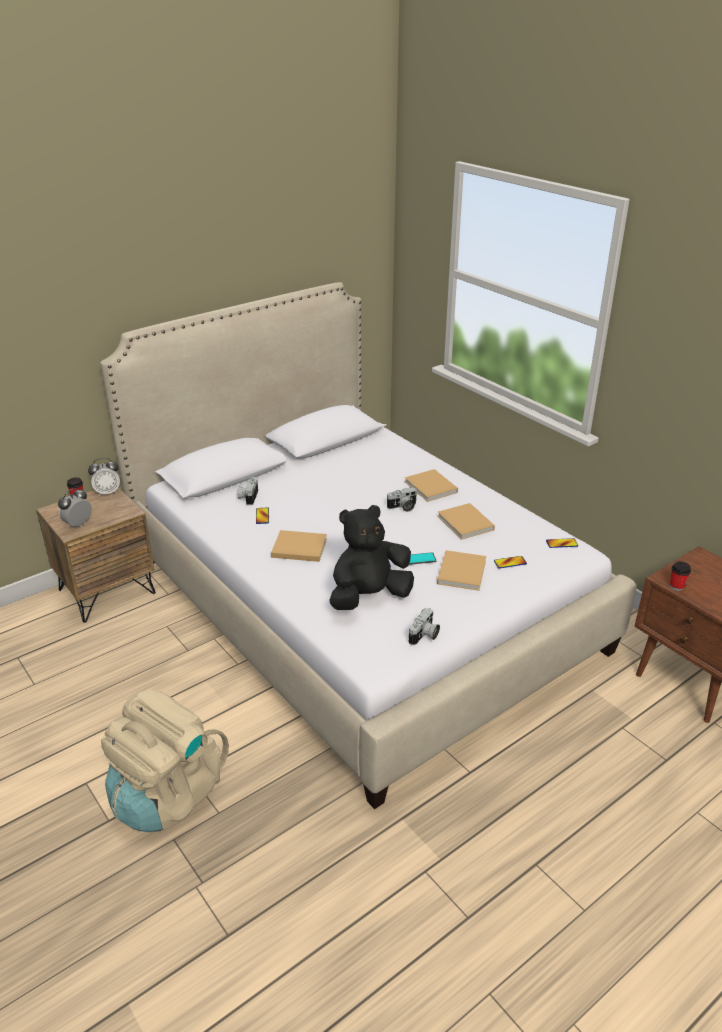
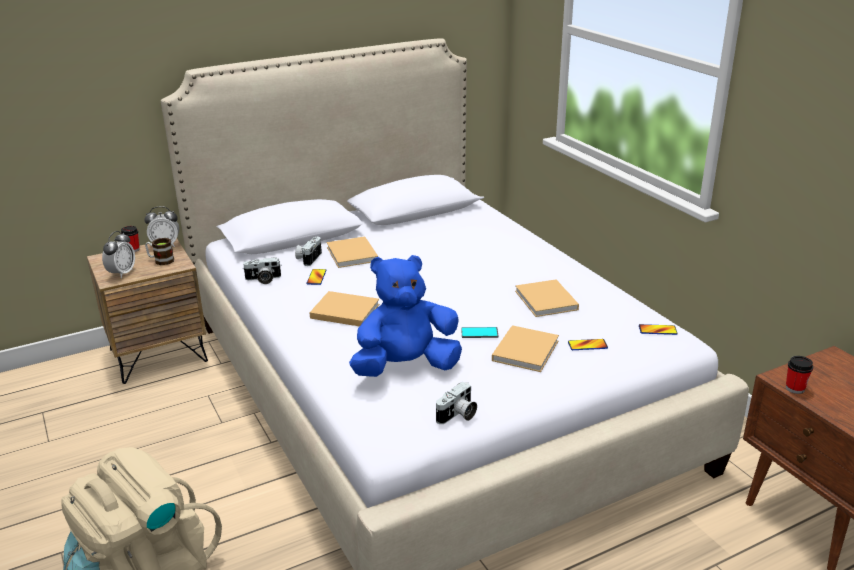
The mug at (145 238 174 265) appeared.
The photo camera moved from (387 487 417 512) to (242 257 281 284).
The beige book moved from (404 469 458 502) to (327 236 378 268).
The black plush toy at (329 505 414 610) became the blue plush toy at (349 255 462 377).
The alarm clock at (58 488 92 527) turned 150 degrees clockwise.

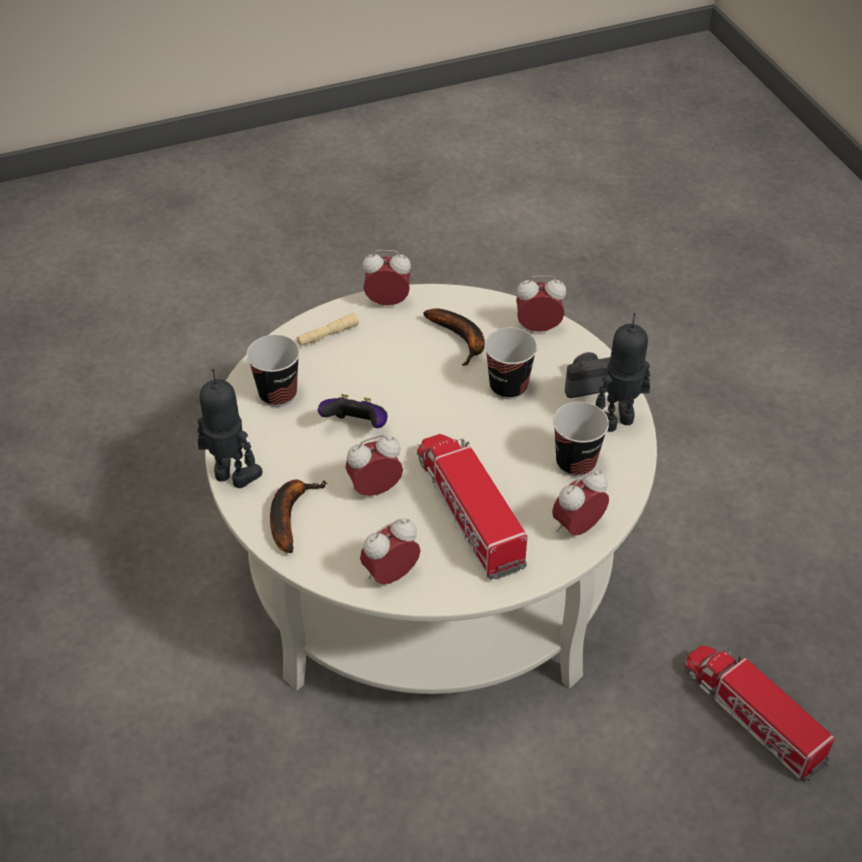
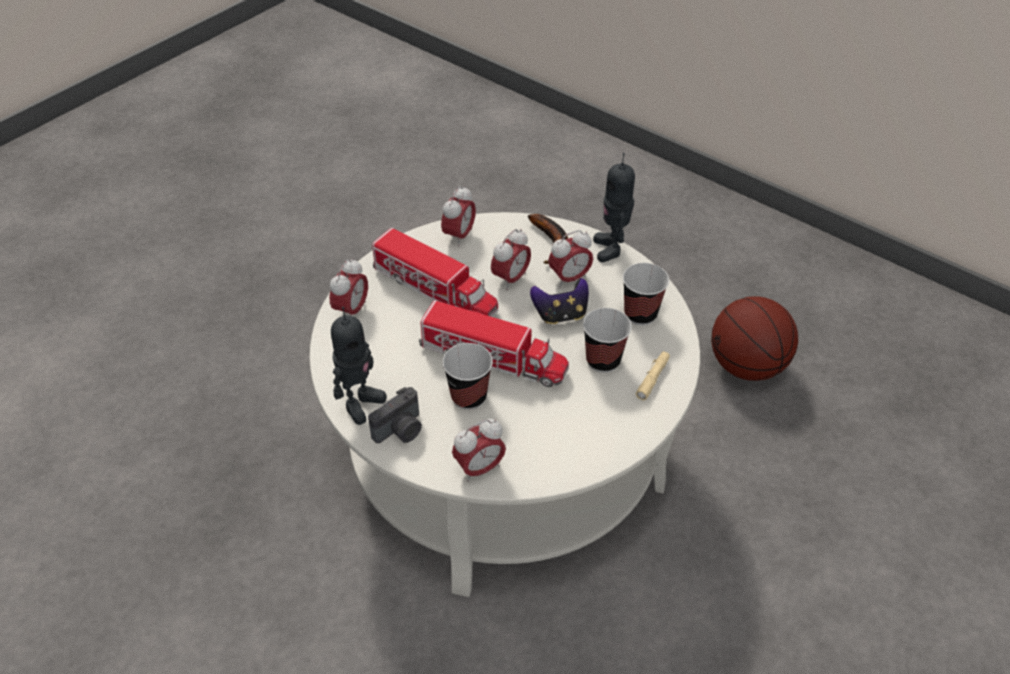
The banana at (423 308 485 366) disappeared.
The basketball at (711 296 798 381) appeared.
The alarm clock moved from (362 250 411 305) to (548 230 593 288).
The cup moved from (553 402 609 477) to (583 308 632 373).
The toy truck moved from (685 646 835 782) to (418 300 569 387).
The toy robot at (197 369 262 488) turned 90 degrees clockwise.

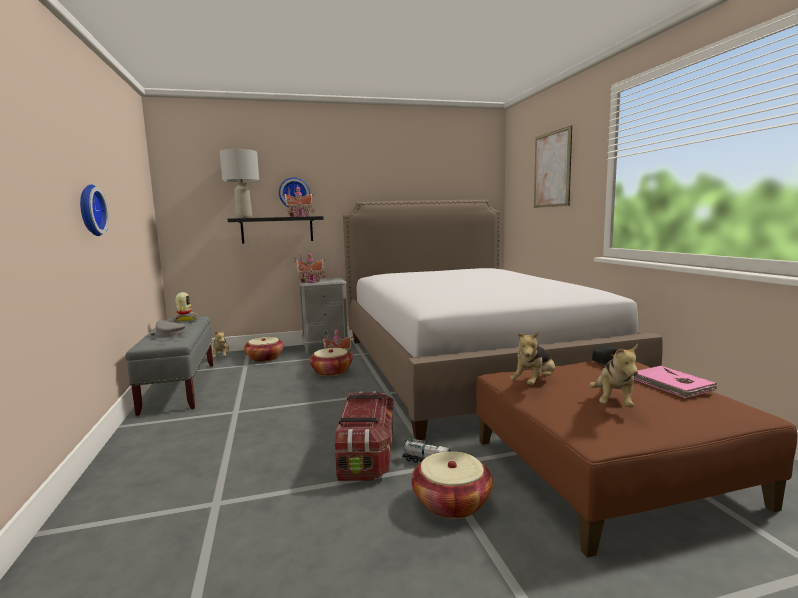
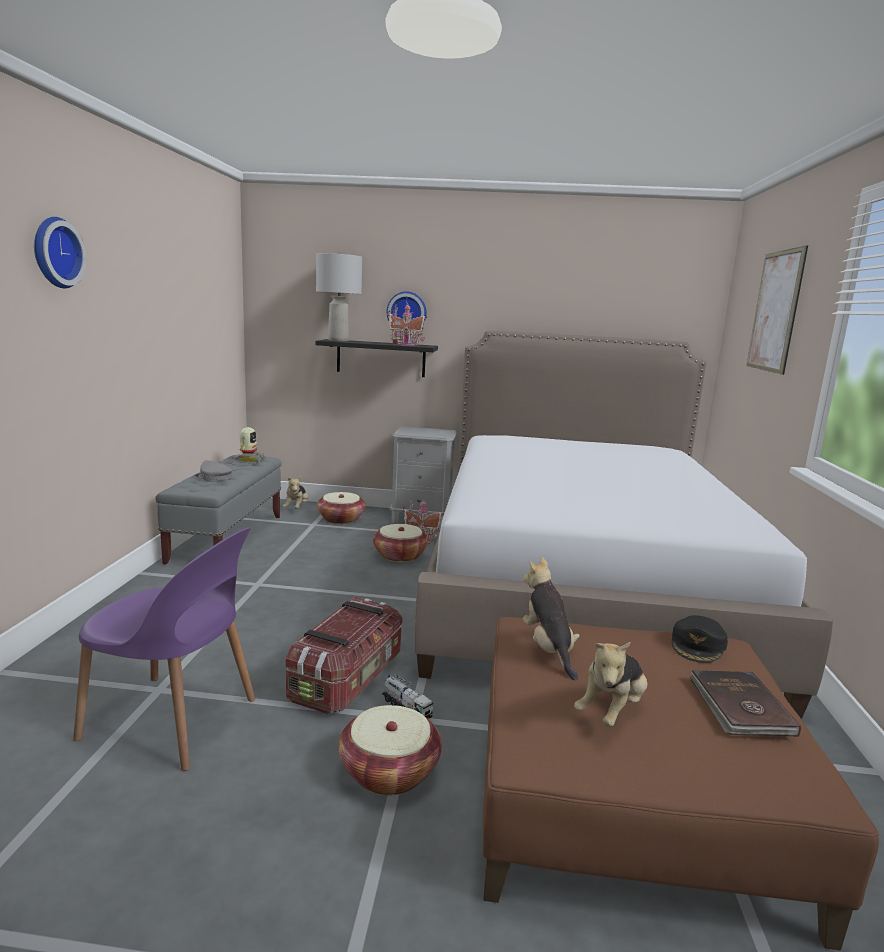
The toy house at (294 251 325 283) disappeared.
The purple chair at (73 528 255 771) appeared.
The wall clock moved from (80 184 109 236) to (34 217 86 288).
The pink book at (634 366 717 398) became the brown book at (690 670 801 737).
The plush toy at (510 331 555 385) turned 105 degrees clockwise.

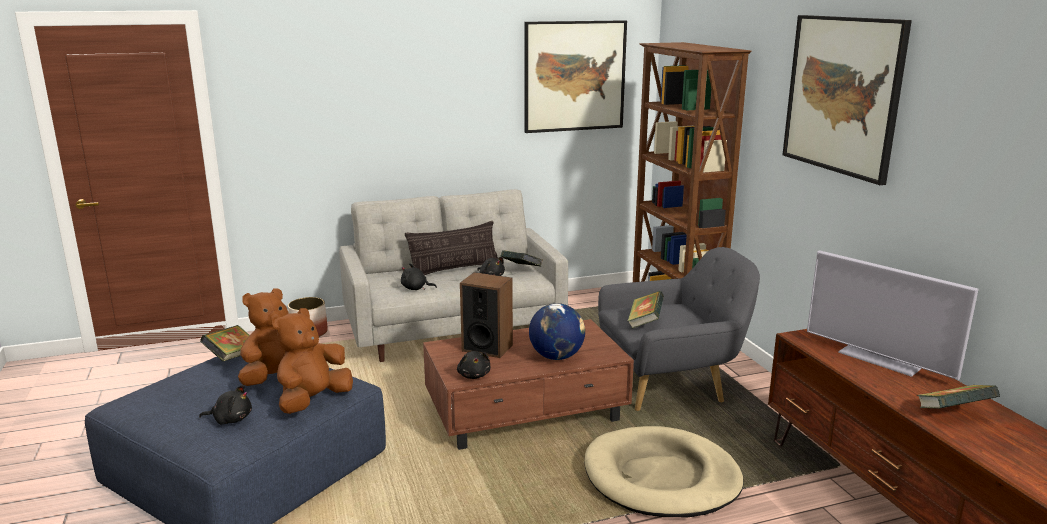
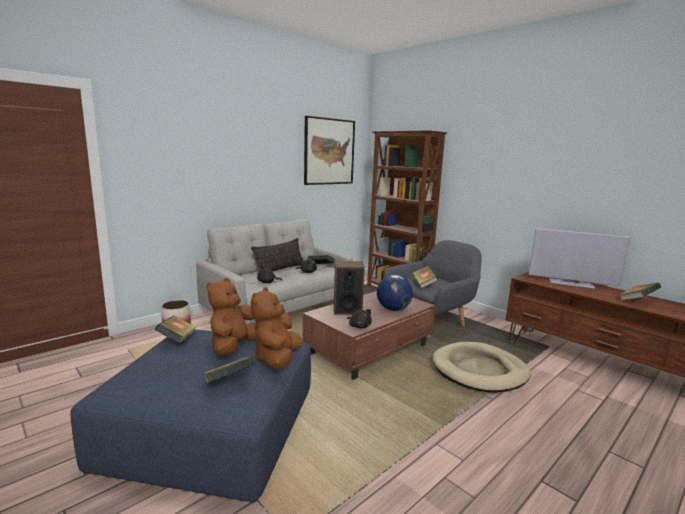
The picture at (783 15 912 185) disappeared.
The black plush toy at (199 385 252 424) was replaced by the book at (202 357 254 384).

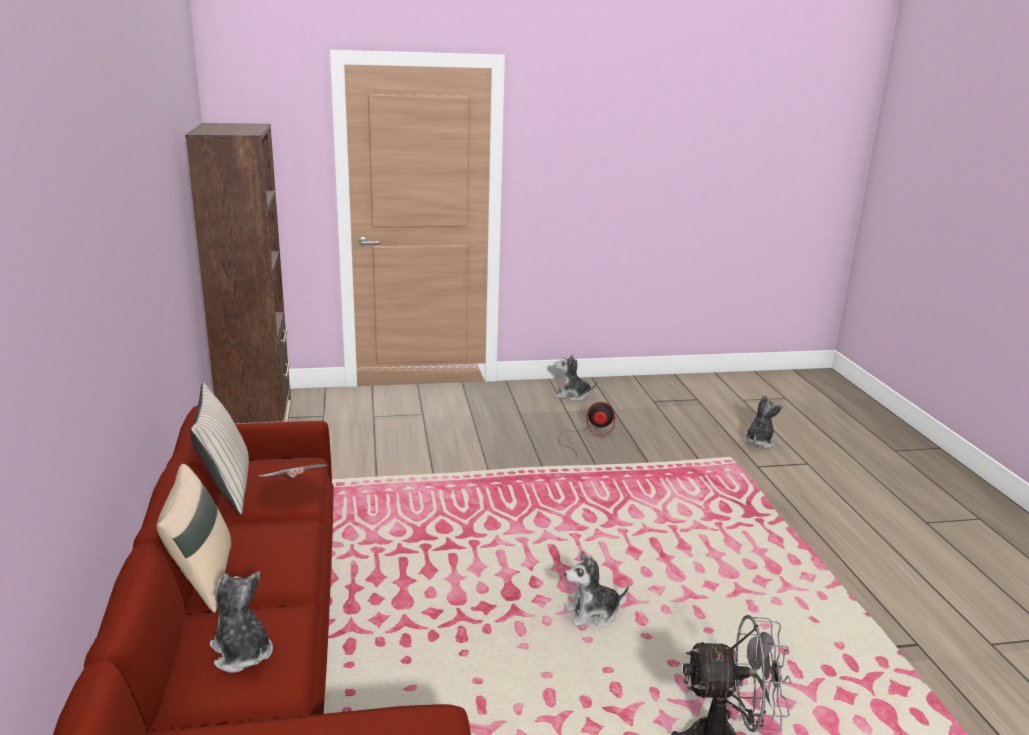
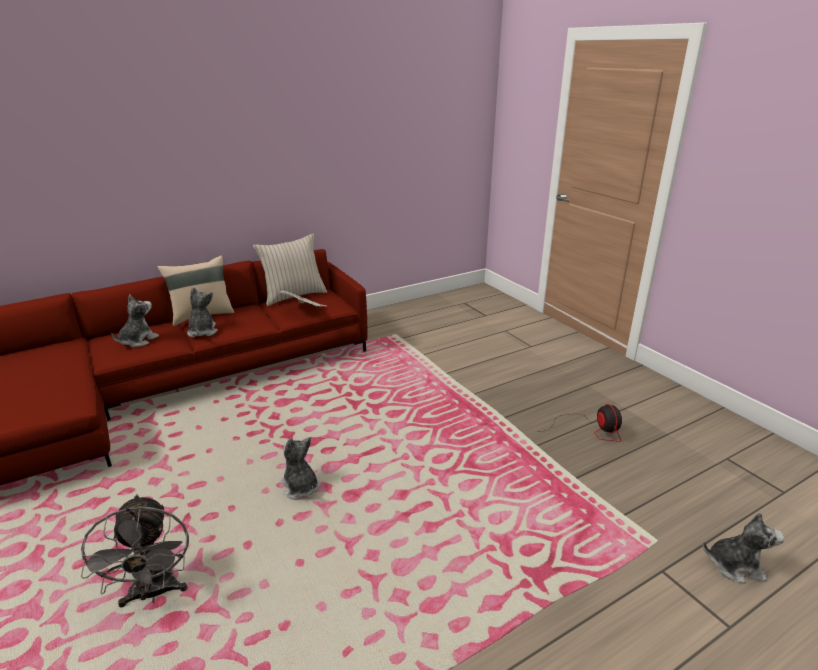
The brown bookcase at (185 123 291 424) disappeared.
The plush toy moved from (556 355 597 401) to (187 287 218 337).

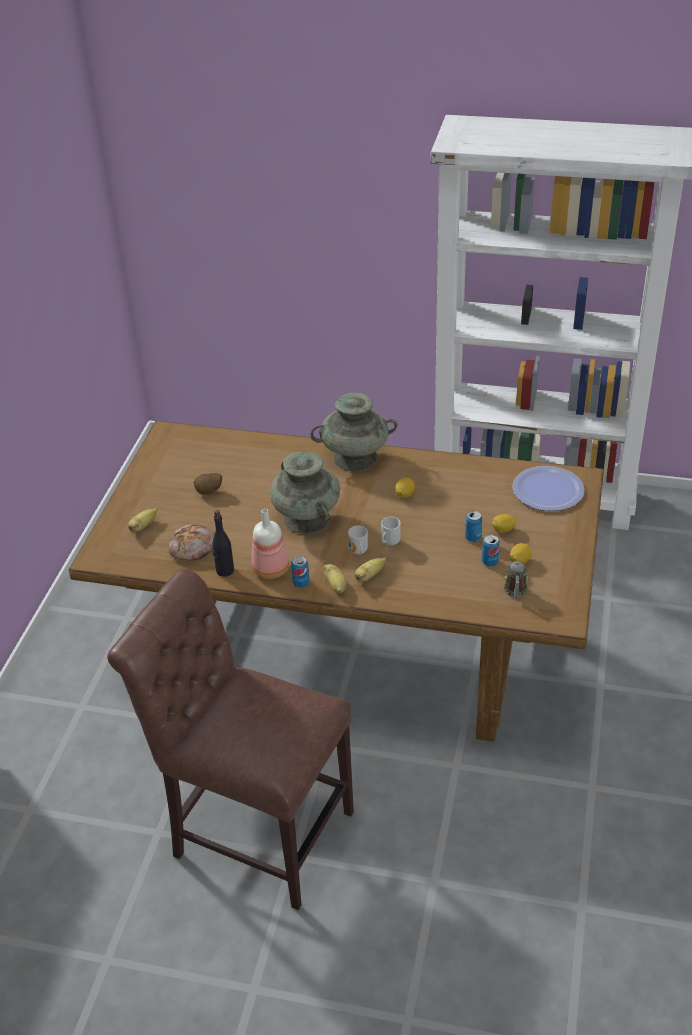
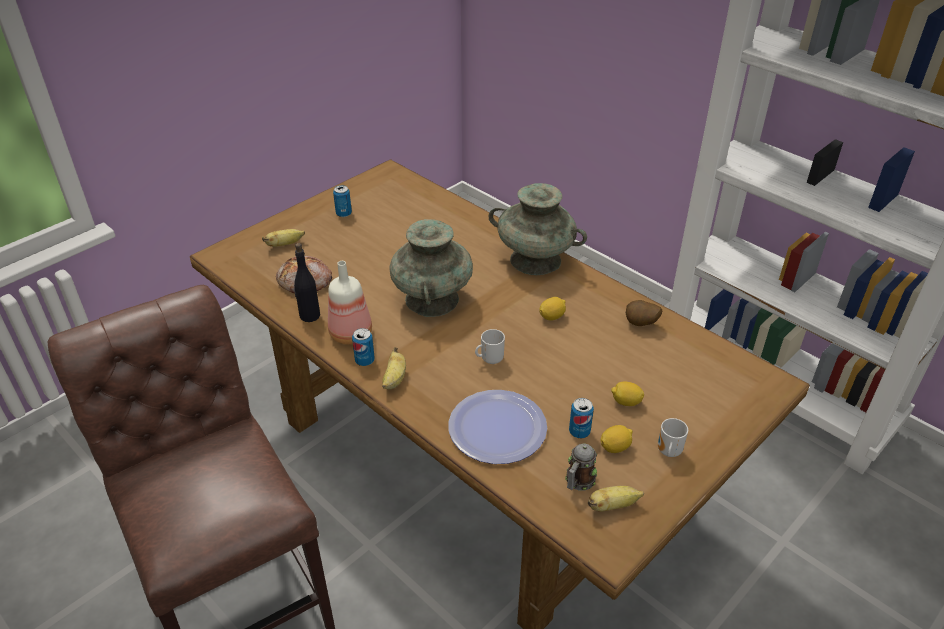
The potato moved from (194 473 222 495) to (626 300 662 326).
The mug moved from (348 526 368 554) to (658 418 688 457).
The banana moved from (355 557 386 582) to (588 486 644 512).
The can moved from (465 511 482 542) to (333 185 352 217).
The plate moved from (512 466 585 511) to (448 390 547 464).

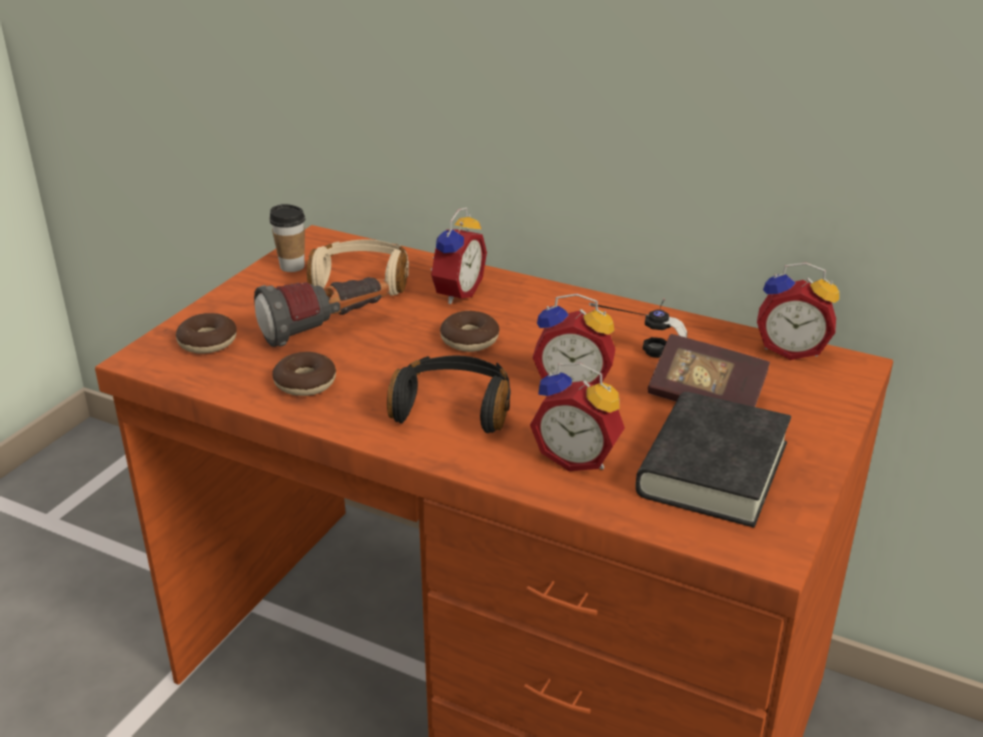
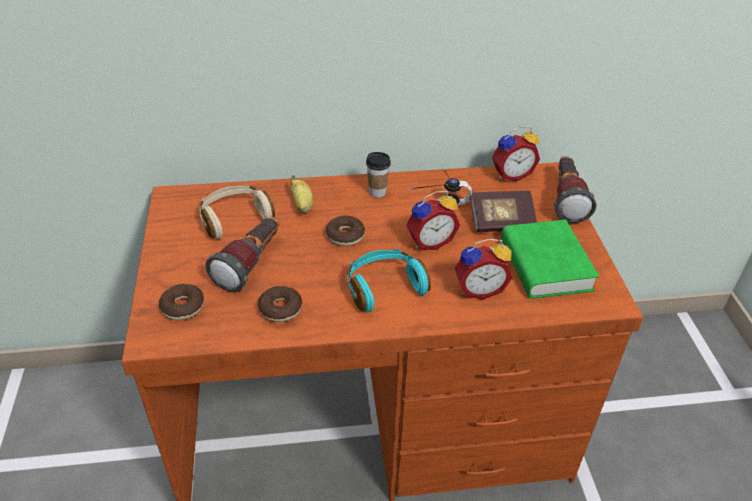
The flashlight at (554 156 596 223) appeared.
The cup moved from (269 204 305 272) to (366 152 391 197).
The alarm clock at (431 207 487 304) was replaced by the banana at (290 175 313 213).
The black headphones at (387 356 511 433) became the turquoise headphones at (348 249 431 312).
The black book at (636 392 791 528) became the green book at (501 220 599 299).

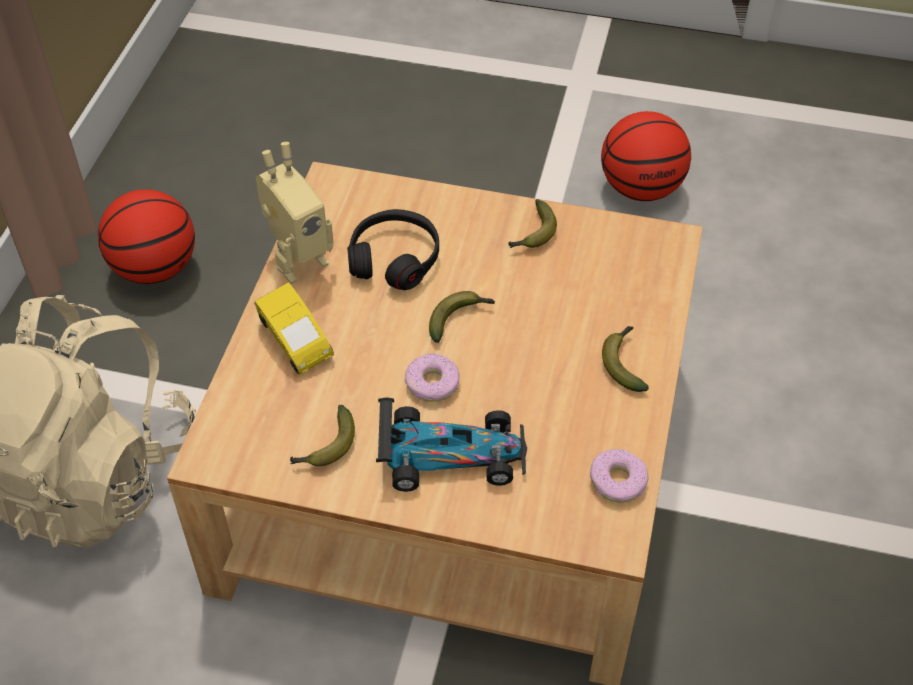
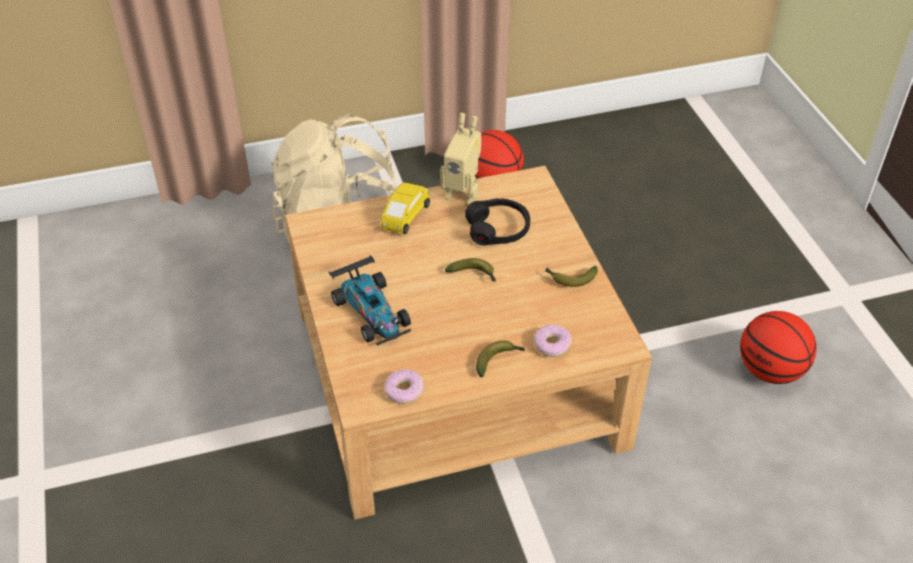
The banana at (290 405 355 466) disappeared.
The donut moved from (405 353 460 402) to (533 325 572 357).

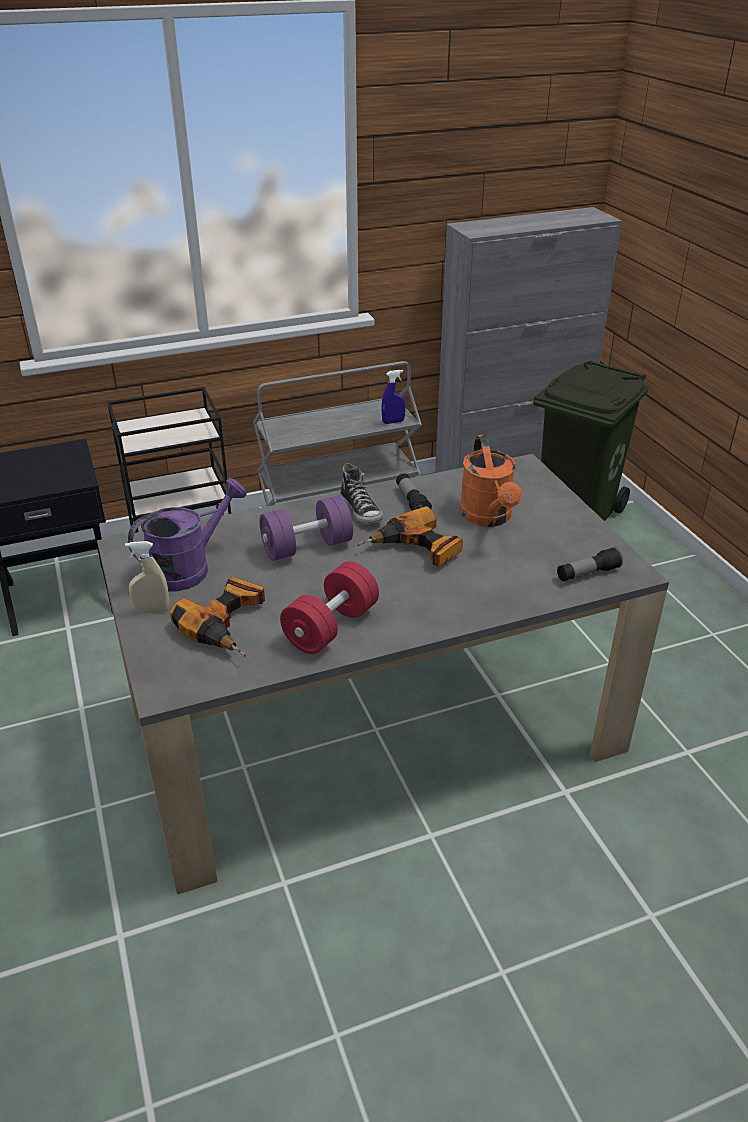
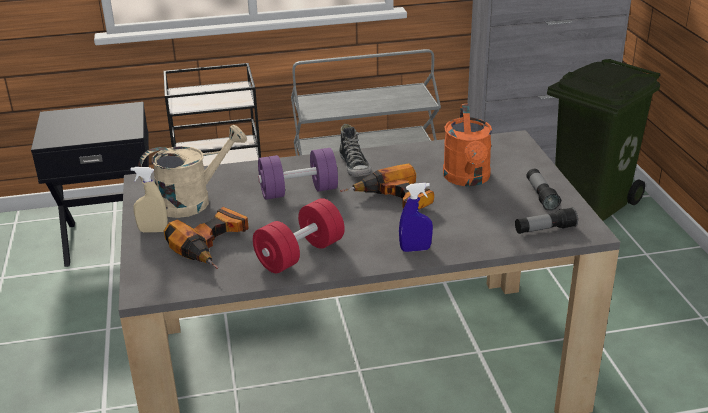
The blue spray bottle moved from (381 370 406 424) to (399 183 433 252).
The flashlight moved from (396 473 432 511) to (526 169 561 211).
The purple watering can at (128 478 247 592) became the beige watering can at (138 125 247 218).

